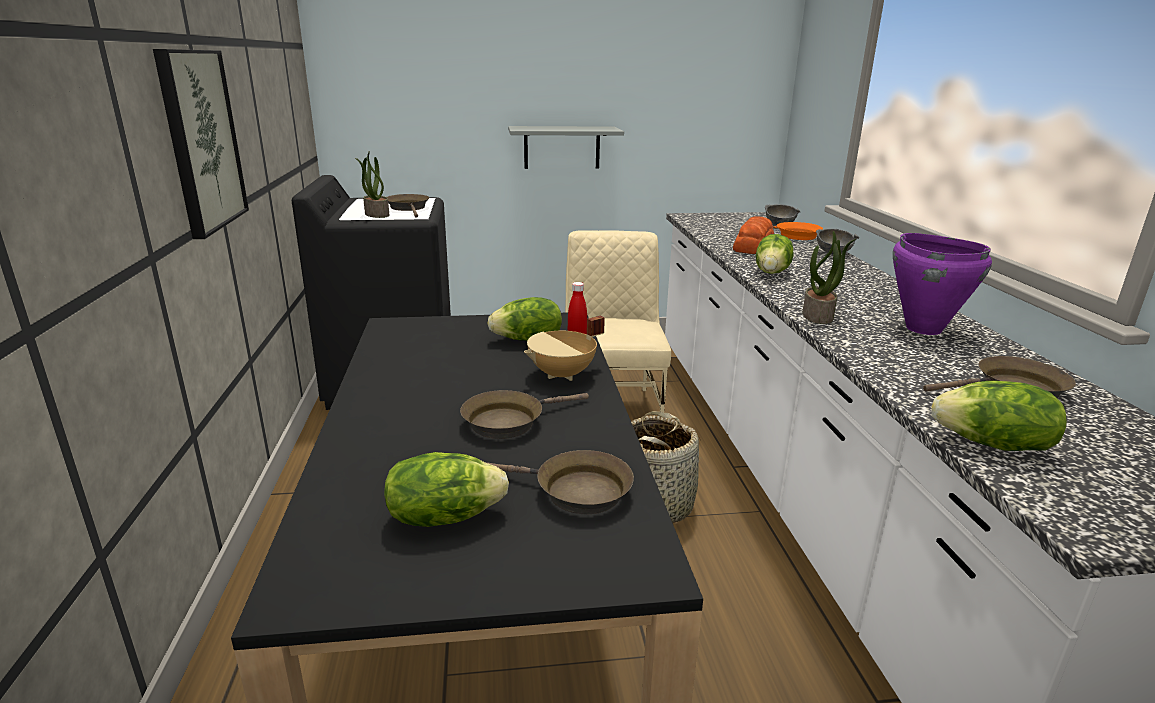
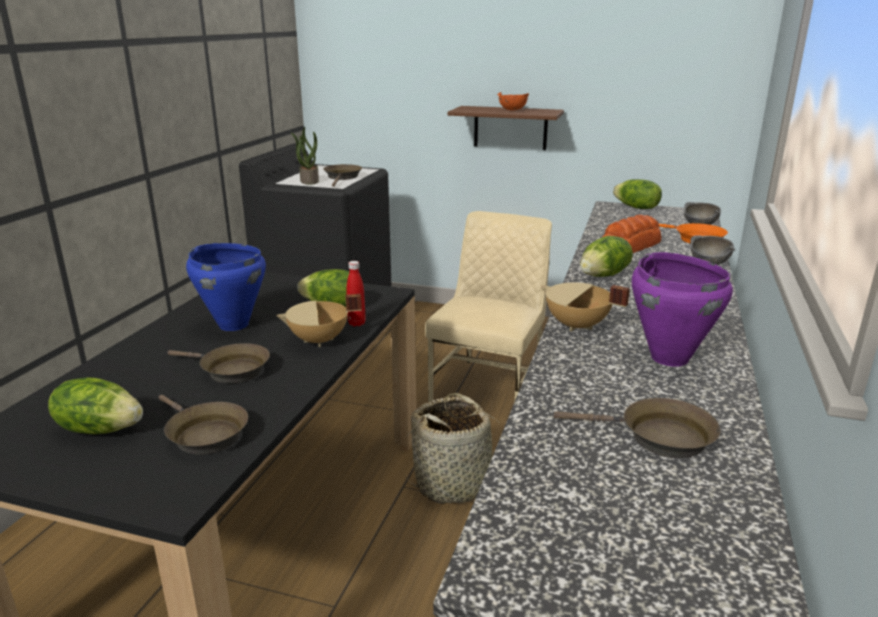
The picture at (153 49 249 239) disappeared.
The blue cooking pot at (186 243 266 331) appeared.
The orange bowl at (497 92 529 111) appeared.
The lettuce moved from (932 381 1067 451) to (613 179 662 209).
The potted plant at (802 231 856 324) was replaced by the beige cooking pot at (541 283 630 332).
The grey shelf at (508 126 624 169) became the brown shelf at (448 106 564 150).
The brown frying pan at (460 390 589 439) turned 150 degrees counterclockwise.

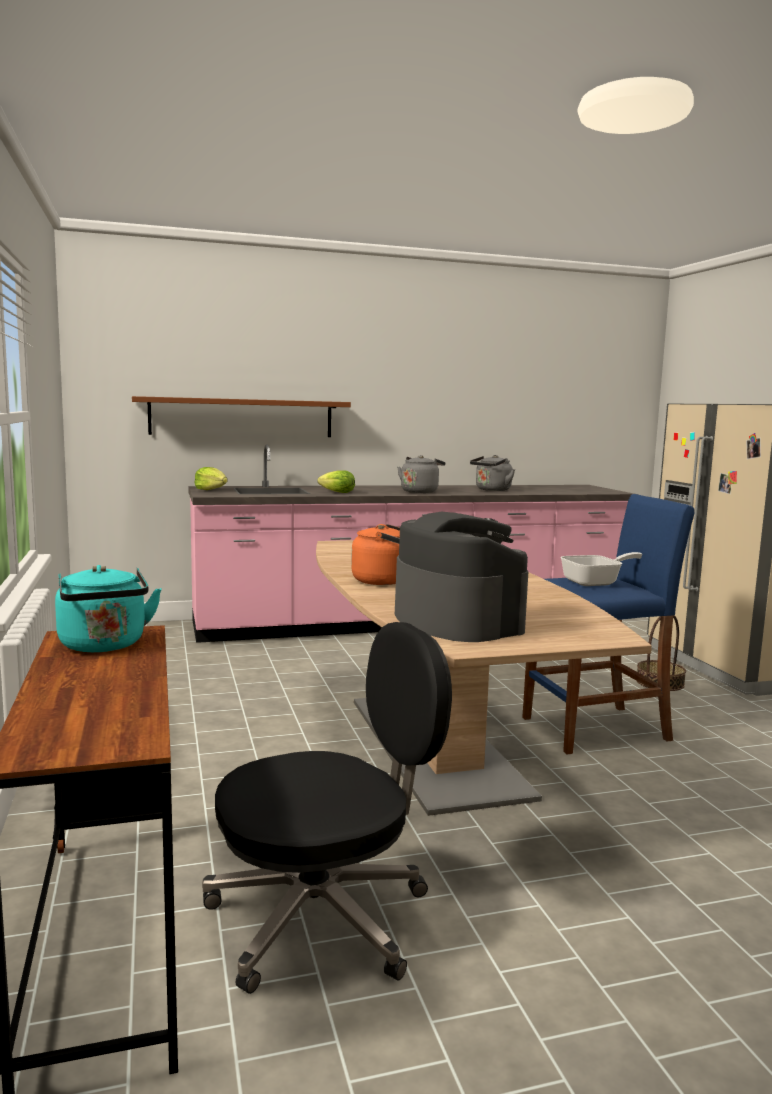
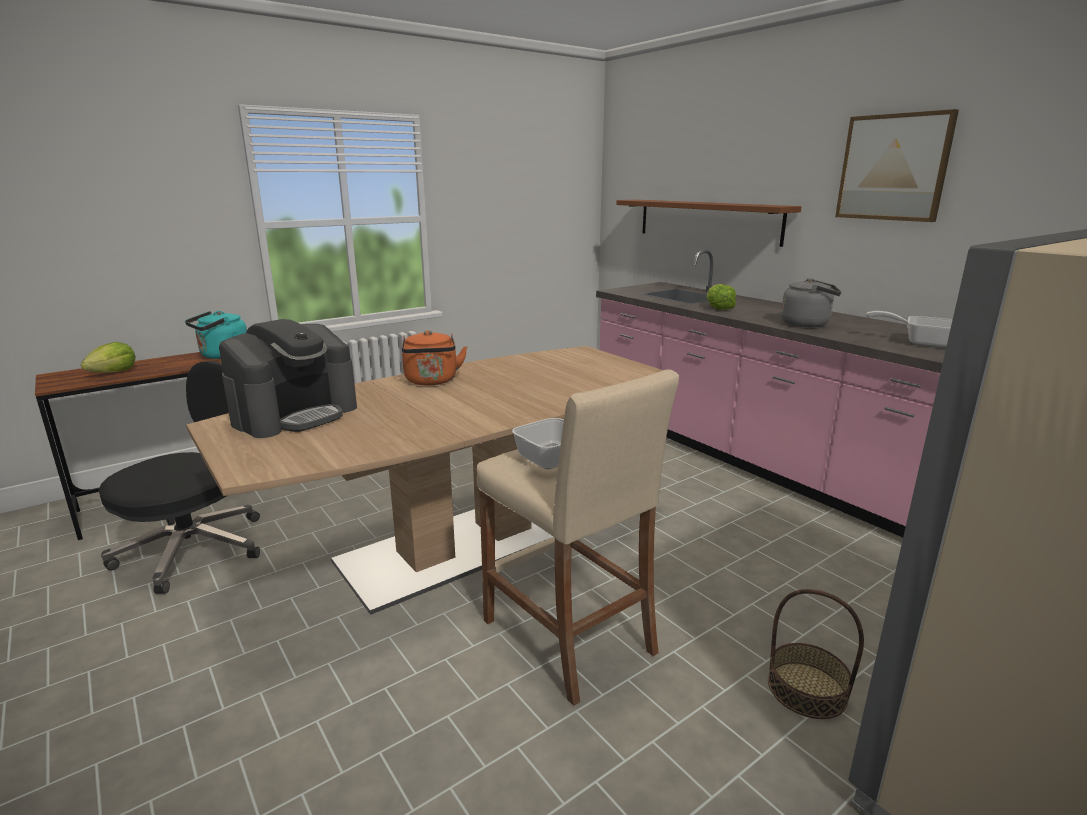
The picture at (835 109 959 222) appeared.
The lettuce moved from (194 467 227 490) to (81 342 136 373).
The grey kettle at (470 455 515 491) was replaced by the frying pan at (866 311 953 348).
The blue stool at (522 494 695 754) became the beige stool at (477 370 679 706).
The black office chair at (202 622 452 994) turned 105 degrees counterclockwise.

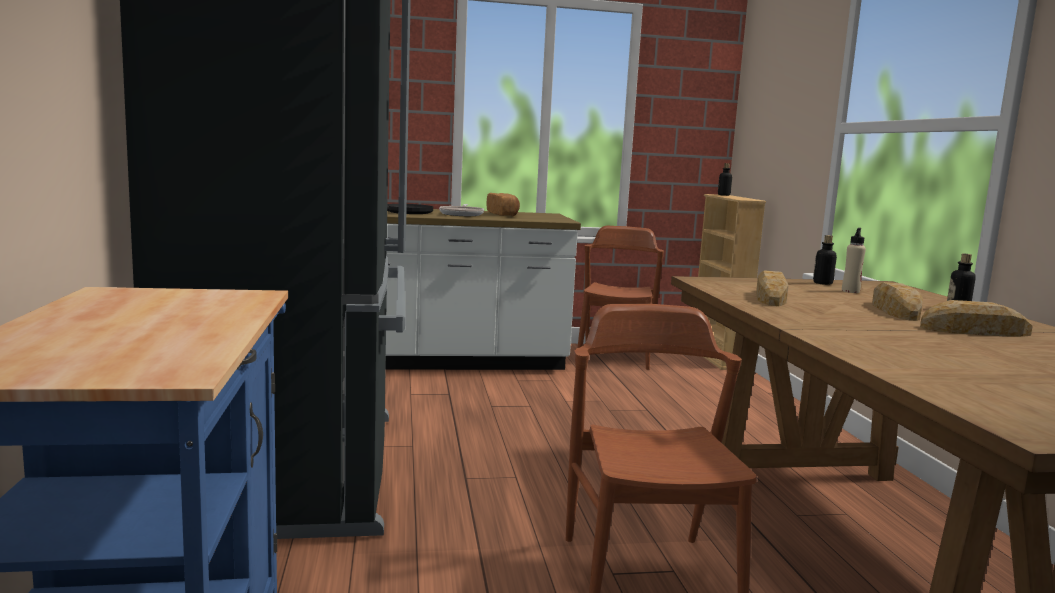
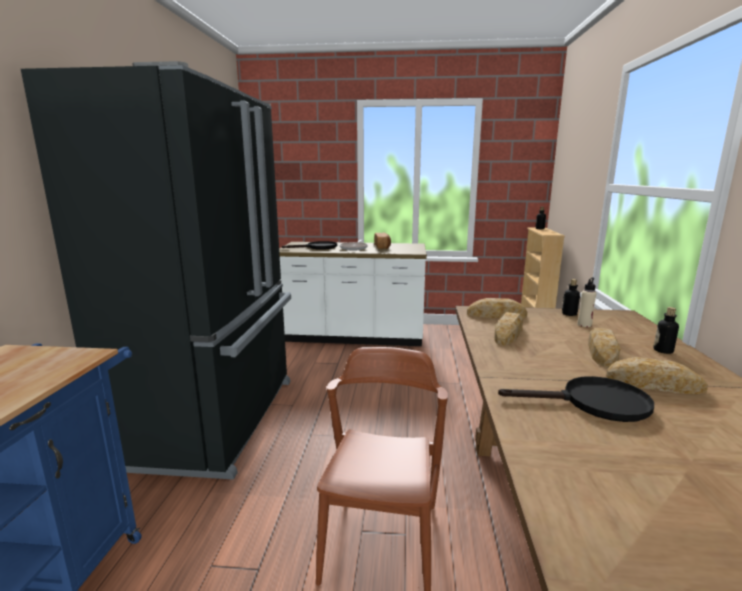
The brown chair at (578 226 664 370) disappeared.
The bread at (467 298 527 318) appeared.
The black frying pan at (498 376 654 422) appeared.

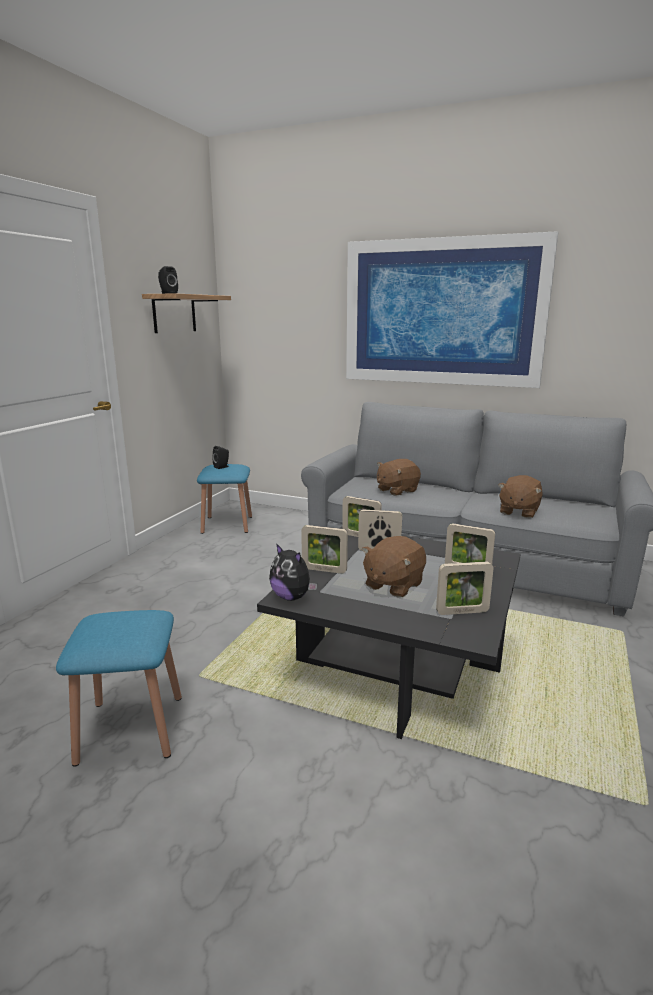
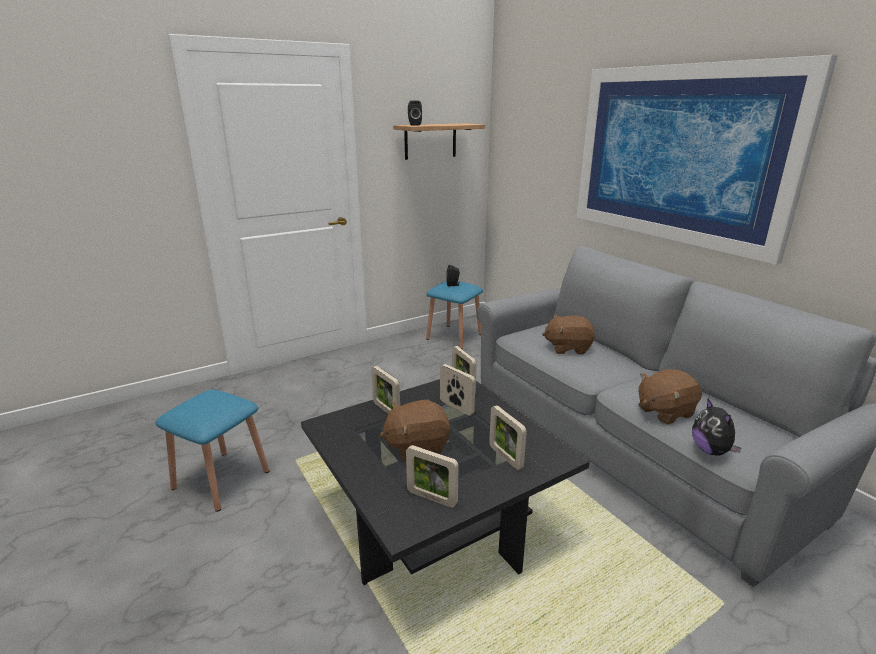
The plush toy moved from (269 543 317 601) to (692 399 742 455).

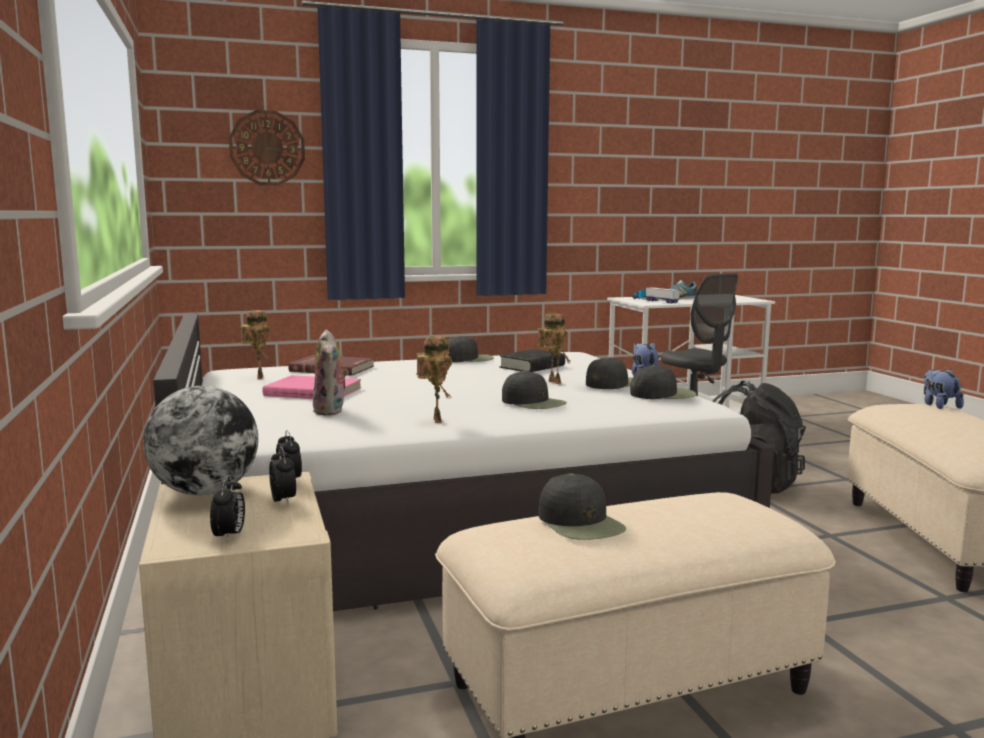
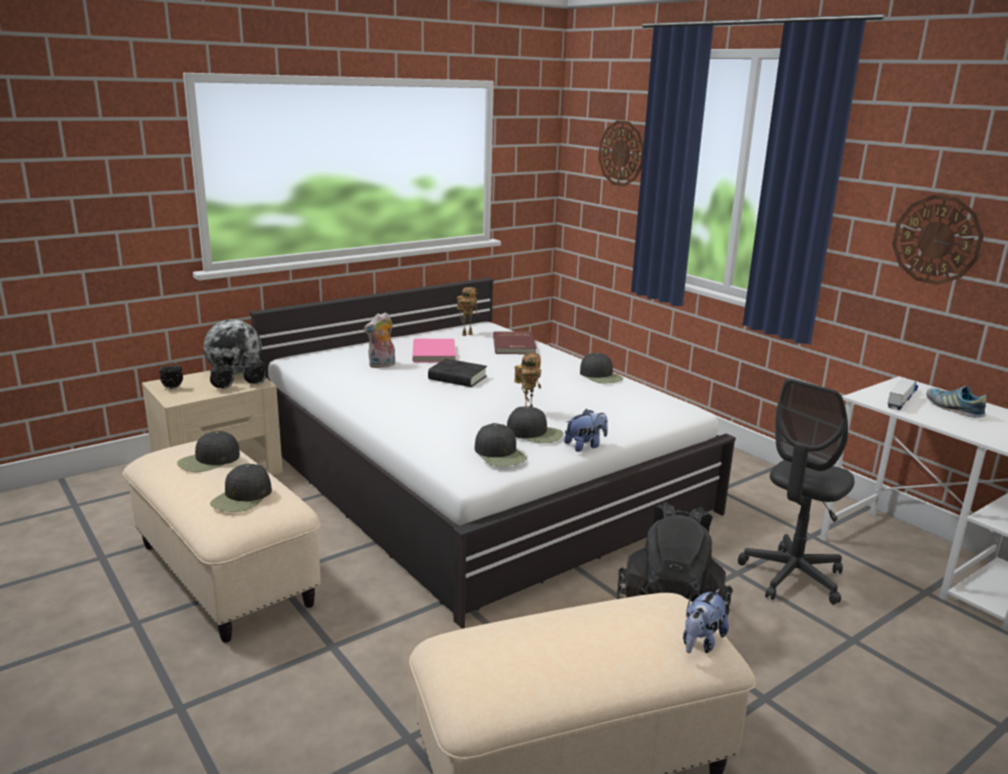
The toy robot at (416 336 452 423) disappeared.
The wall clock at (892 195 984 285) appeared.
The black book moved from (500 349 565 372) to (428 359 487 387).
The black cap moved from (502 371 567 409) to (210 464 272 512).
The plush toy at (924 369 964 409) turned 150 degrees clockwise.

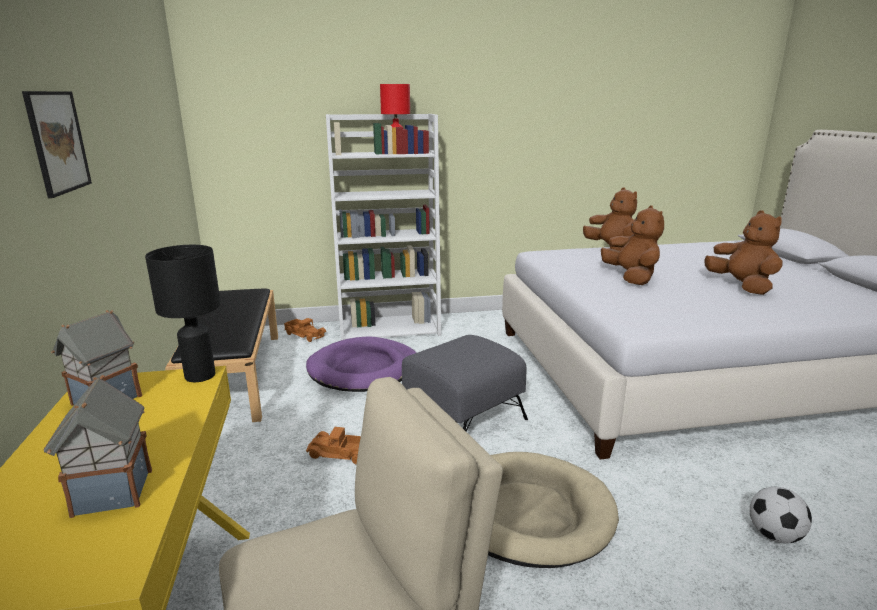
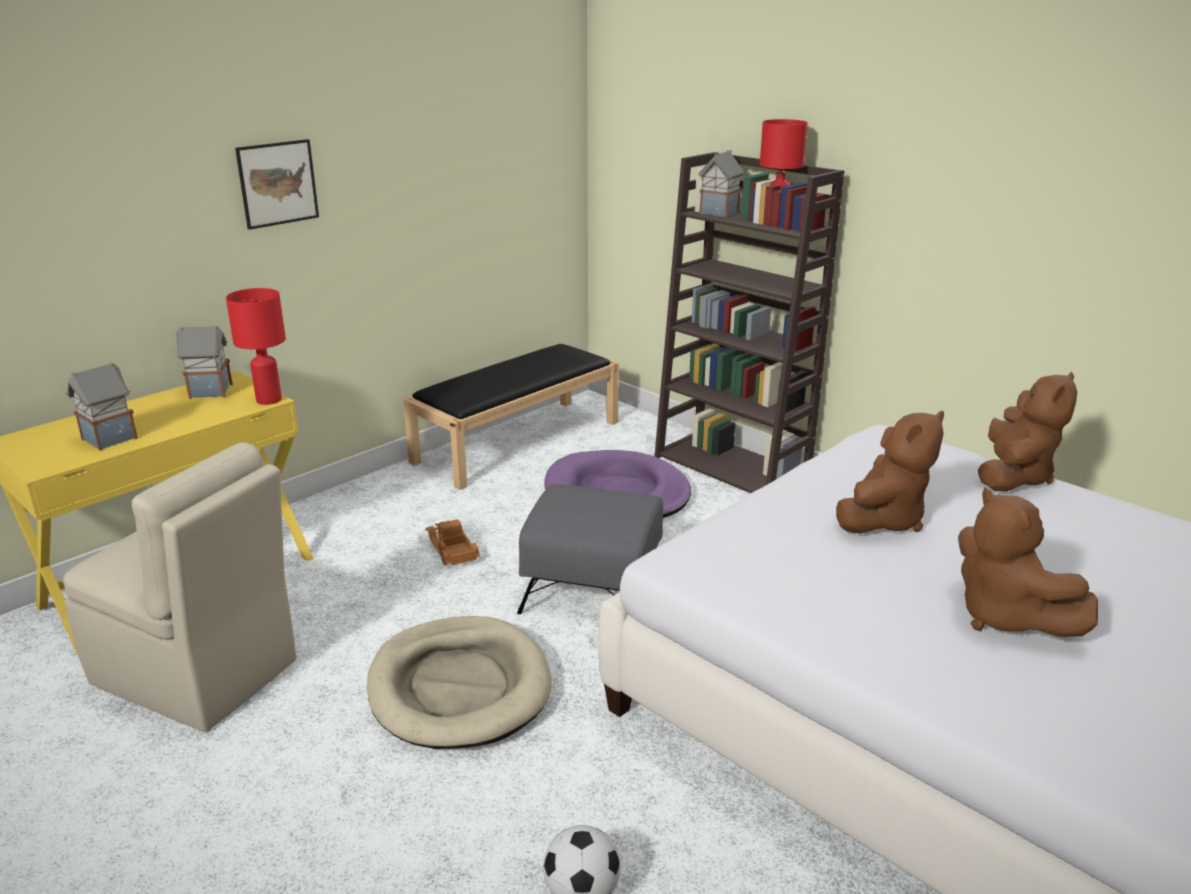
The toy truck at (284 318 326 342) disappeared.
The toy house at (698 150 745 218) appeared.
The black table lamp at (145 245 221 382) became the red table lamp at (226 288 286 405).
The white bookcase at (326 114 441 340) became the brown bookcase at (655 152 844 493).
The brown plush toy at (705 211 782 295) turned 120 degrees clockwise.

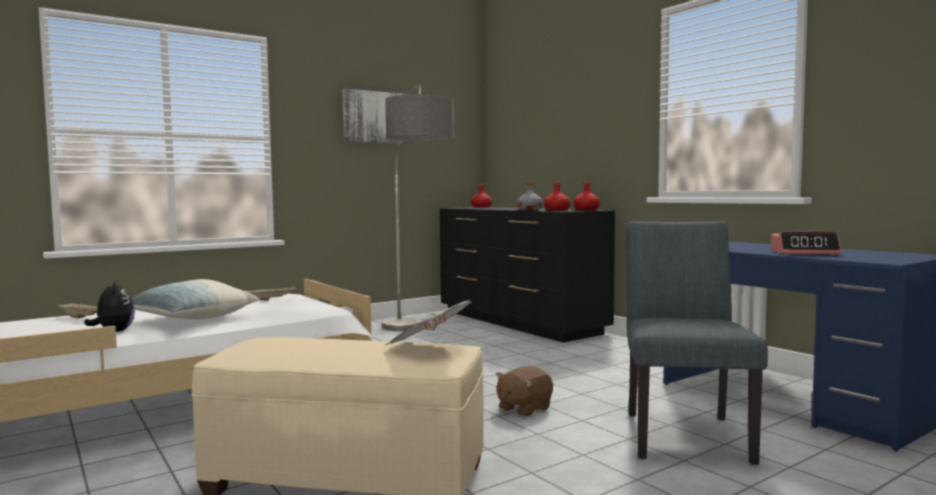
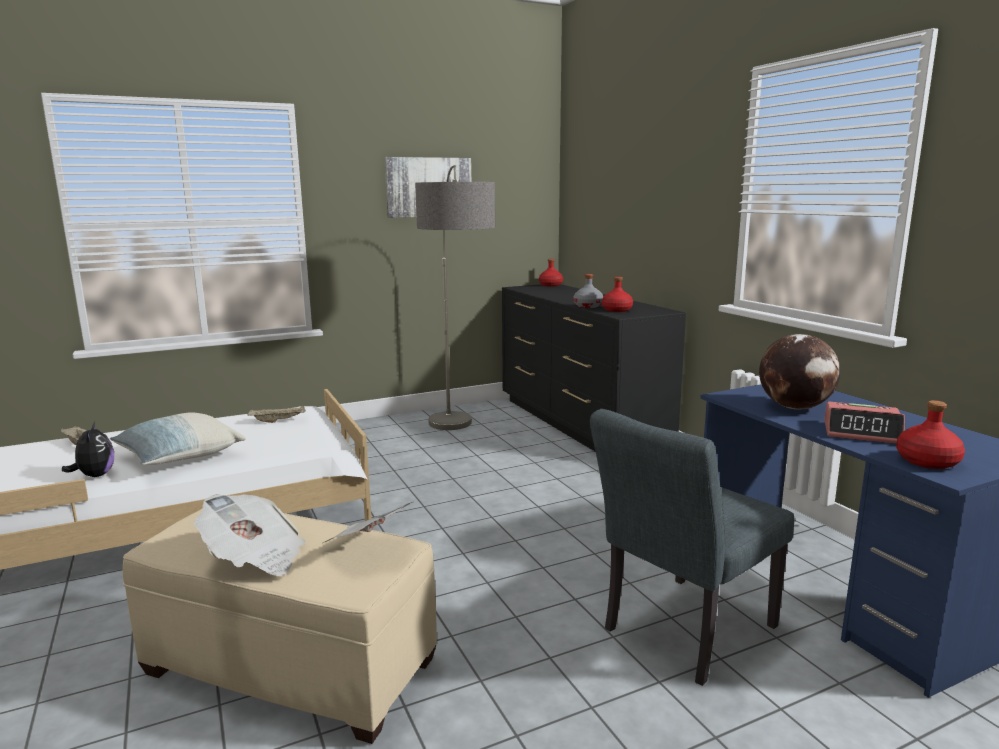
The brown plush toy at (496 366 553 417) disappeared.
The newspaper at (194 494 305 576) appeared.
The globe at (759 334 840 410) appeared.
The red bottle moved from (573 181 600 210) to (896 400 965 469).
The grey chair at (625 221 768 465) turned 150 degrees counterclockwise.

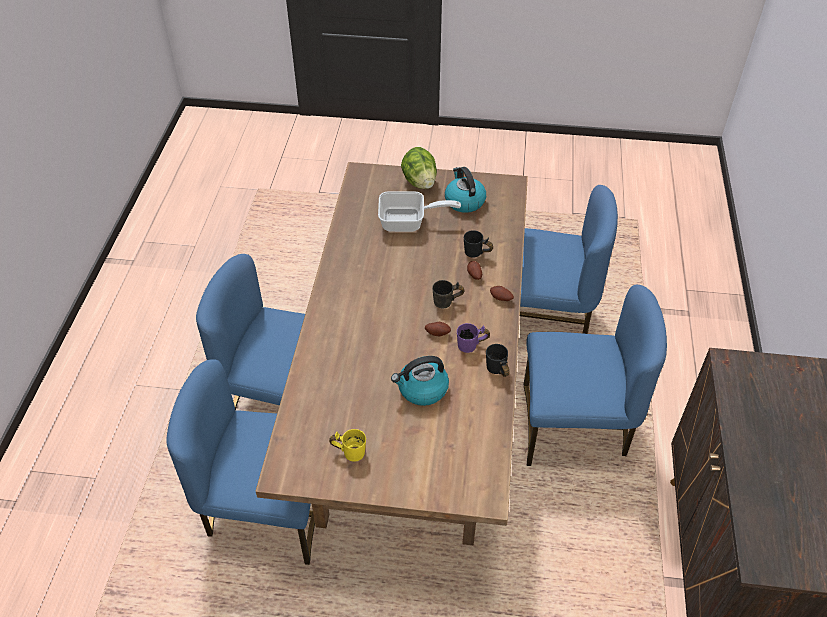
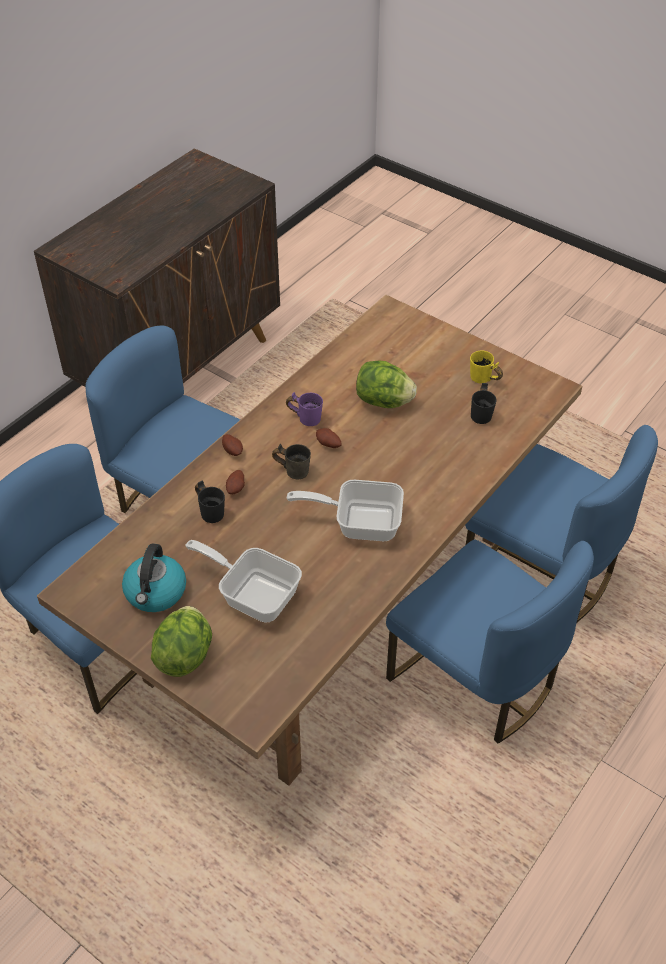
The frying pan at (287 480 404 541) appeared.
The black mug moved from (486 344 510 377) to (471 383 496 424).
The kettle at (391 356 449 406) was replaced by the lettuce at (356 360 417 408).

